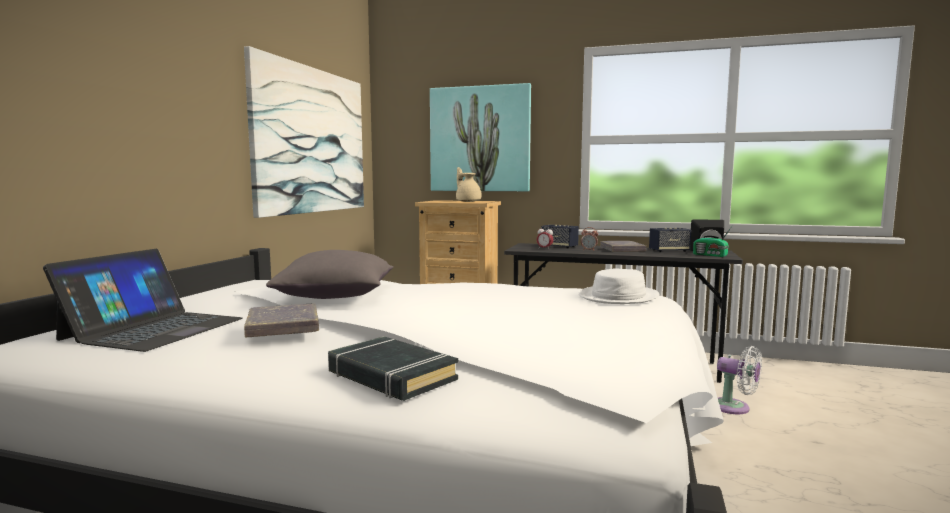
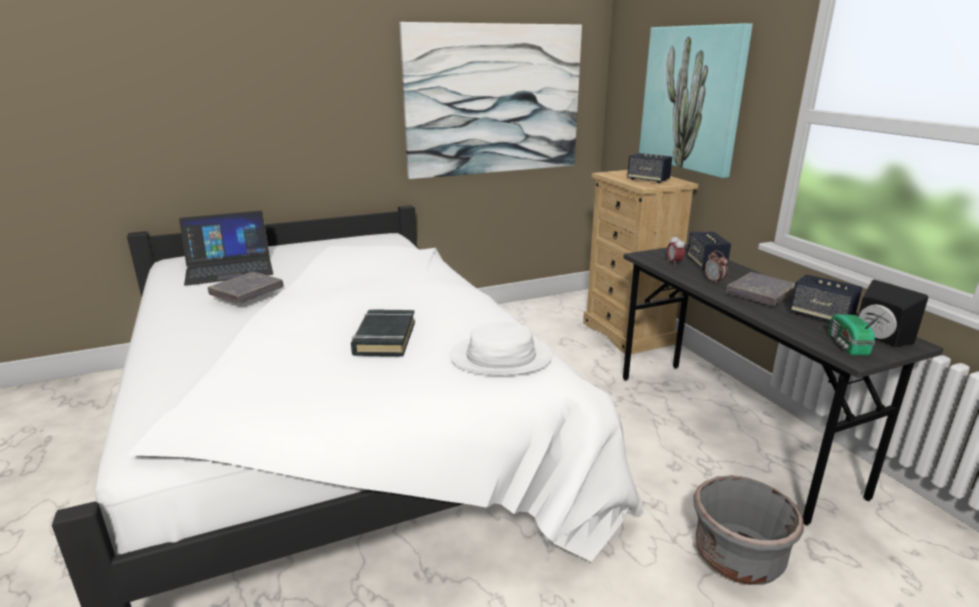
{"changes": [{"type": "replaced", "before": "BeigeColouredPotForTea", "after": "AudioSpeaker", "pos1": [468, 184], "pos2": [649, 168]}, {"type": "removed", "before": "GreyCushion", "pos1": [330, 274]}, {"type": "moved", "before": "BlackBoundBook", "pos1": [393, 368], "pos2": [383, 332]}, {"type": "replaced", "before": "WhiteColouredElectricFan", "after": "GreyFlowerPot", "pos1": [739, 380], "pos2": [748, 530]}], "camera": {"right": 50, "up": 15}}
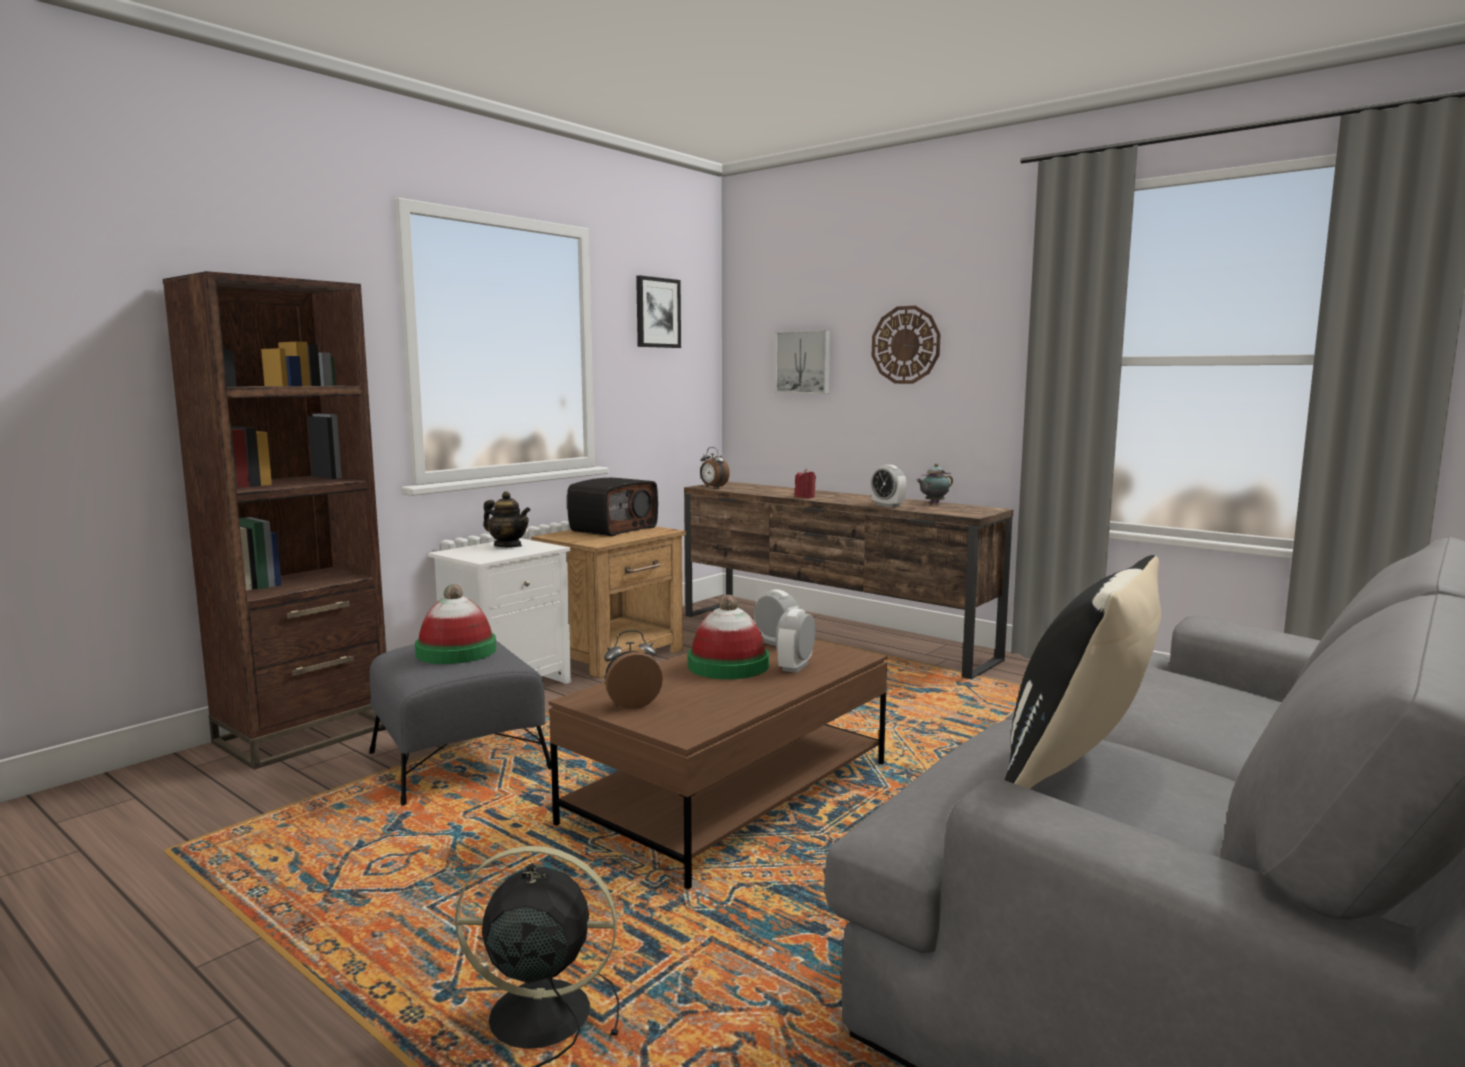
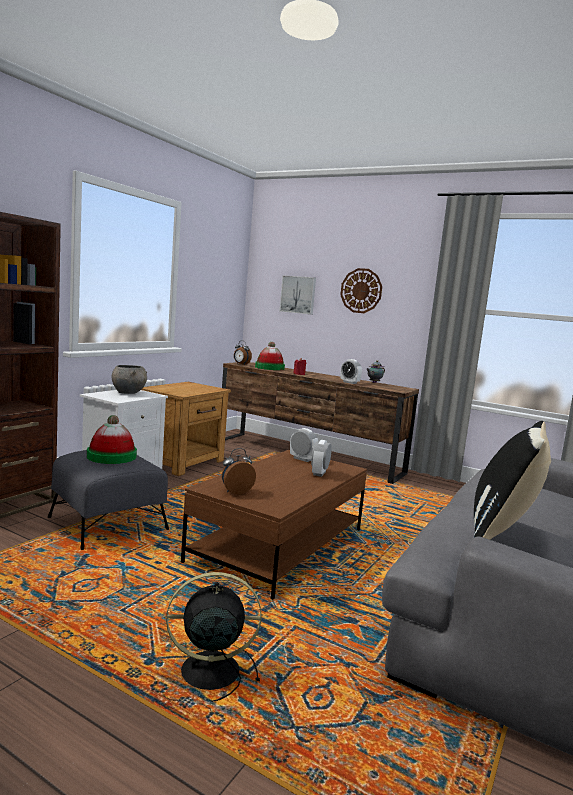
{"changes": [{"type": "removed", "before": "WallArt", "pos1": [658, 311]}, {"type": "removed", "before": "RadioReceiver", "pos1": [612, 507]}, {"type": "replaced", "before": "PotForTea", "after": "GreyDeepDish", "pos1": [507, 519], "pos2": [129, 379]}, {"type": "moved", "before": "Hat", "pos1": [728, 637], "pos2": [270, 356]}], "camera": {"right": -10, "up": 0}}
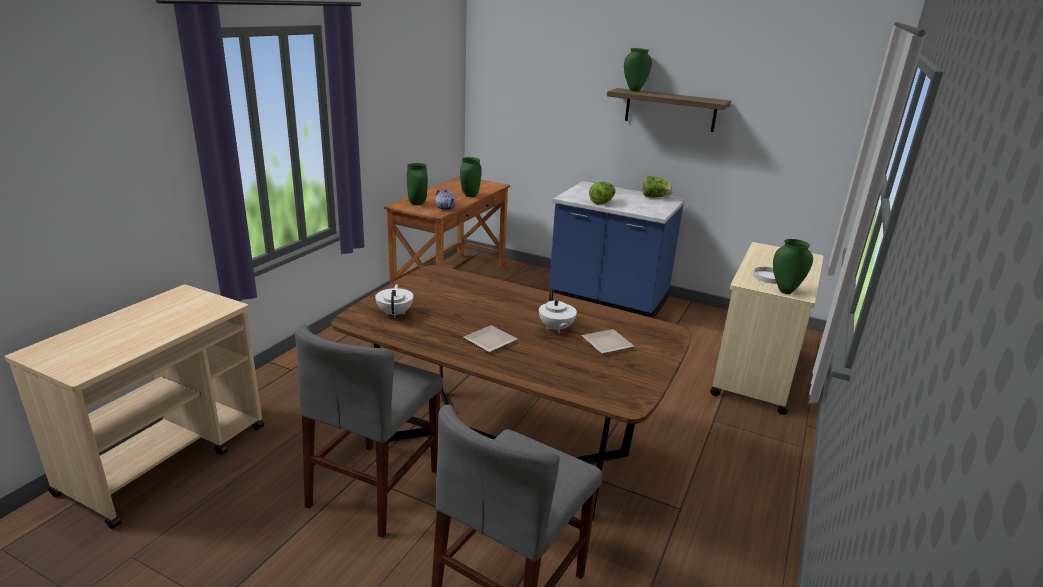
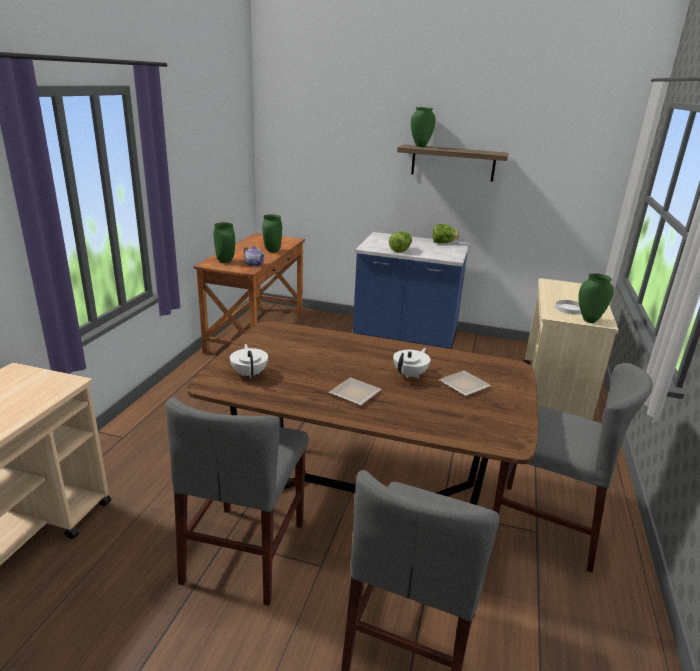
{"changes": [{"type": "turned", "before": "WhiteColouredPotForTea", "pos1": [558, 311], "pos2": [412, 363], "turn": -120}, {"type": "added", "after": "GreyPlainChair", "pos2": [573, 468]}], "camera": {"right": -10, "up": 0}}
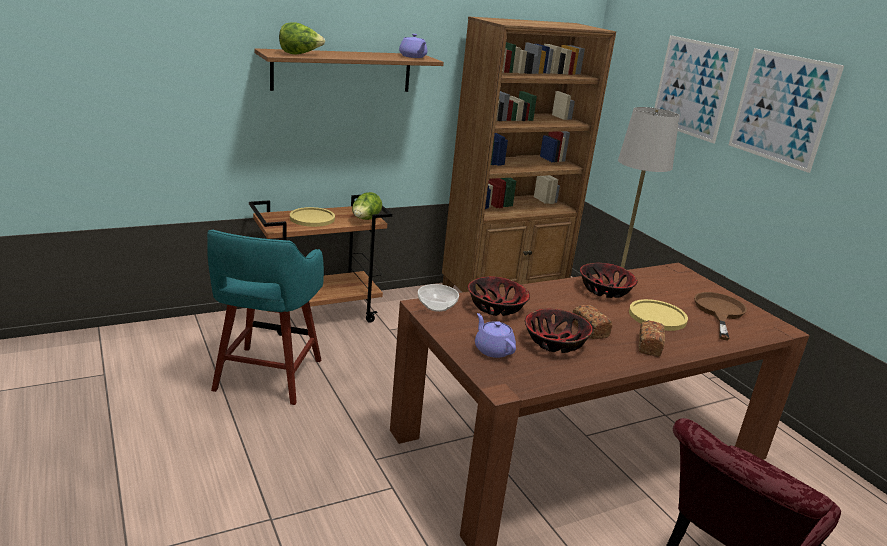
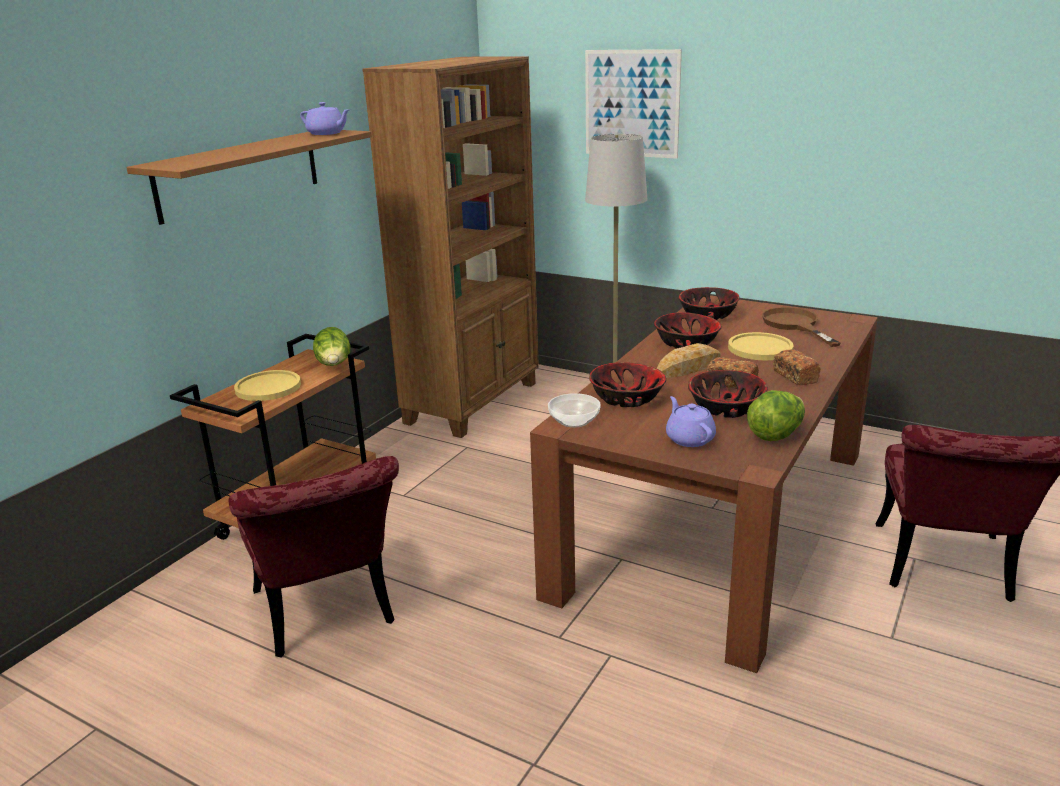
{"changes": [{"type": "moved", "before": "LettuceHead", "pos1": [302, 39], "pos2": [776, 415]}, {"type": "removed", "before": "WallArt", "pos1": [786, 110]}, {"type": "replaced", "before": "TurquoiseColouredSittingStool", "after": "RedColouredPlainChair", "pos1": [265, 317], "pos2": [314, 556]}, {"type": "turned", "before": "PurpleColouredPotForTea", "pos1": [495, 335], "pos2": [691, 421], "turn": 45}, {"type": "added", "after": "DeepDish", "pos2": [709, 303]}, {"type": "added", "after": "BakedBread", "pos2": [689, 360]}], "camera": {"right": -30, "up": 0}}
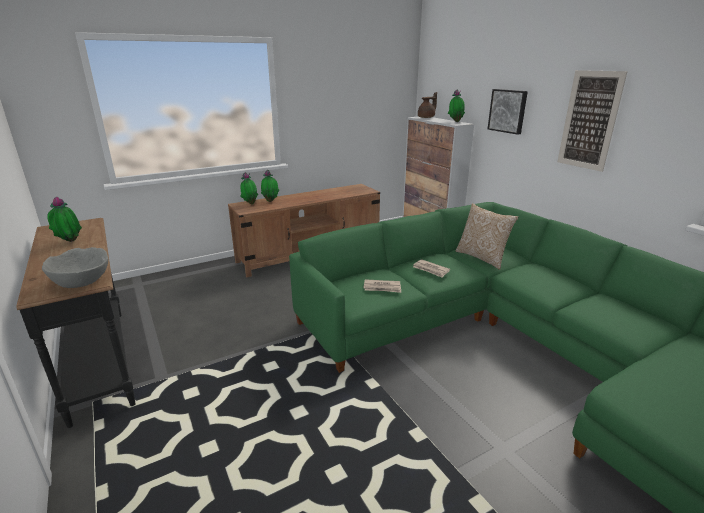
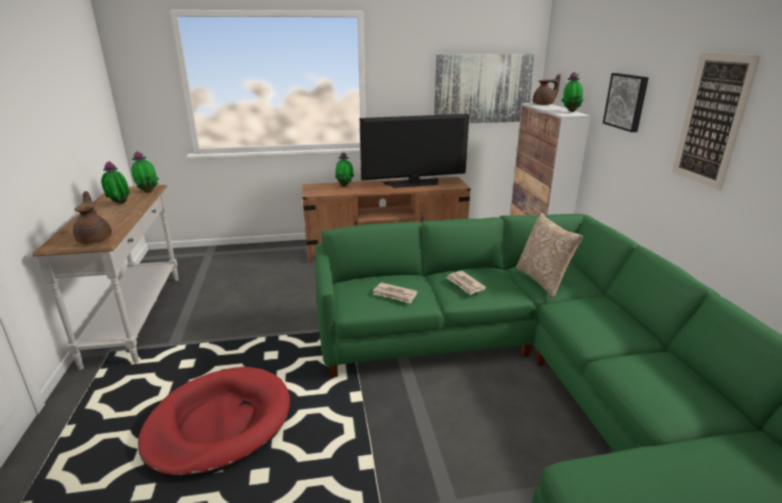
{"changes": [{"type": "moved", "before": "PottedPlant", "pos1": [249, 188], "pos2": [145, 172]}, {"type": "recoloured", "before": "BlackNarrowTable", "after": "WhiteColouredNarrowTable", "pos1": [75, 323], "pos2": [105, 277]}, {"type": "replaced", "before": "GreyDeepDish", "after": "BrownPotForTea", "pos1": [75, 267], "pos2": [92, 217]}, {"type": "added", "after": "WallArt", "pos2": [485, 88]}, {"type": "added", "after": "Tv", "pos2": [414, 151]}, {"type": "added", "after": "RedColouredPetBed", "pos2": [214, 422]}], "camera": {"right": 20, "up": 0}}
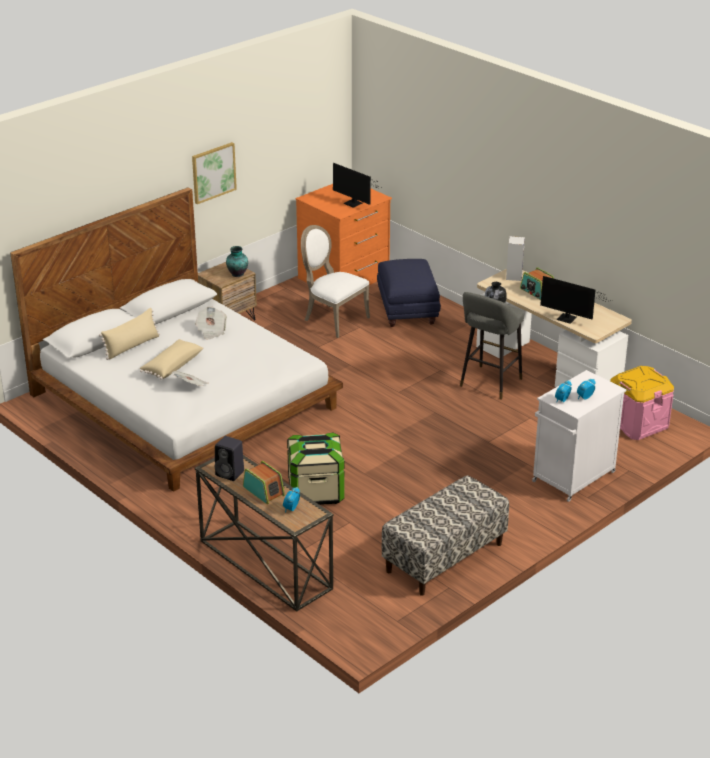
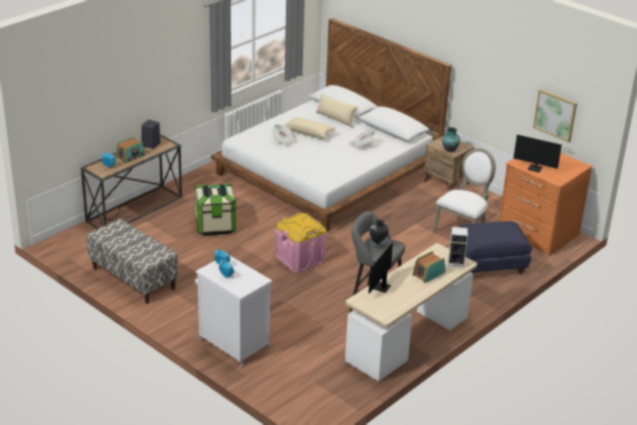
{"changes": [{"type": "moved", "before": "WallArt", "pos1": [214, 173], "pos2": [555, 115]}, {"type": "turned", "before": "ComputerDisplay", "pos1": [356, 185], "pos2": [543, 154], "turn": -105}, {"type": "moved", "before": "PinkColouredStorageBin", "pos1": [642, 403], "pos2": [301, 243]}], "camera": {"right": 85, "up": 0}}
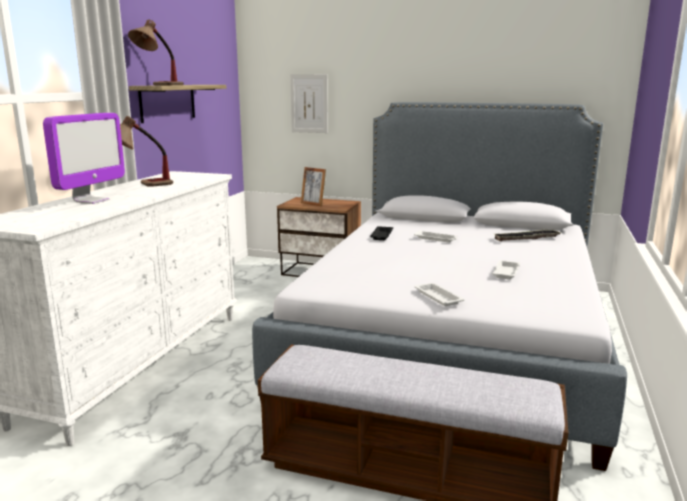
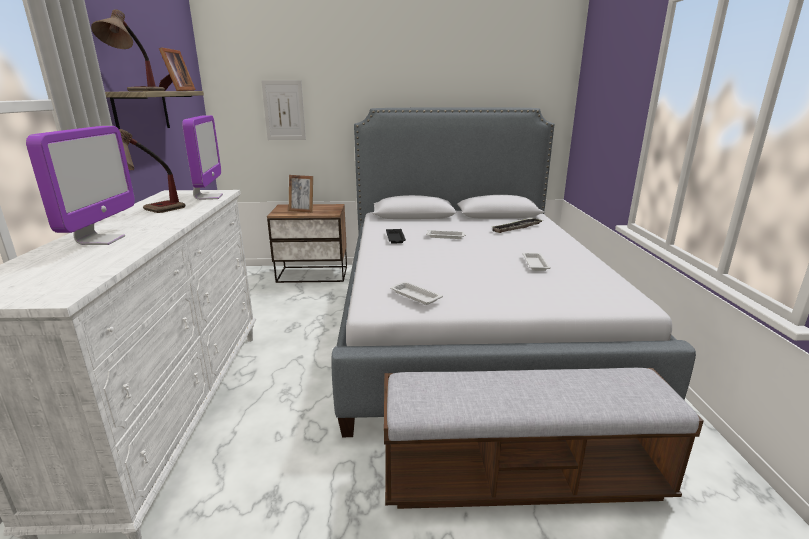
{"changes": [{"type": "moved", "before": "WhiteColouredServingTray", "pos1": [440, 294], "pos2": [416, 293]}, {"type": "added", "after": "PhotoFrame", "pos2": [177, 69]}, {"type": "added", "after": "ComputerDisplay", "pos2": [202, 157]}], "camera": {"right": -20, "up": 5}}
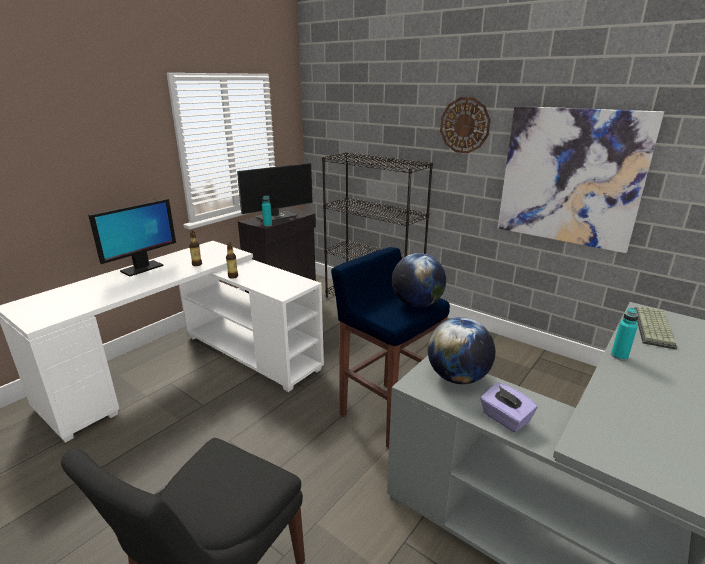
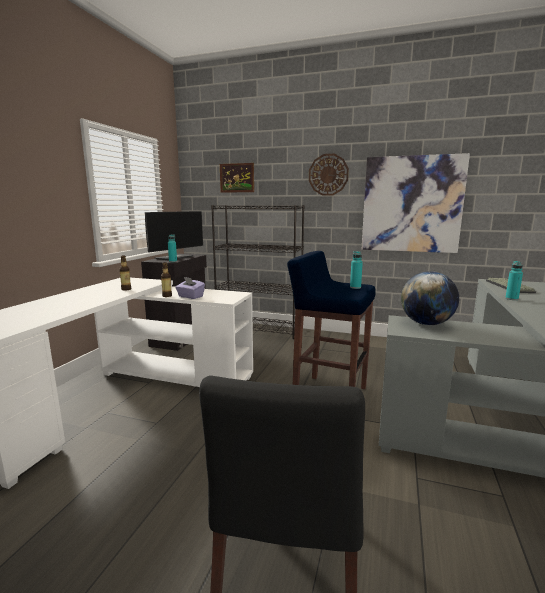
{"changes": [{"type": "removed", "before": "ComputerDisplay", "pos1": [132, 237]}, {"type": "replaced", "before": "Globe", "after": "TurquoiseColouredBeverageBottle", "pos1": [419, 280], "pos2": [356, 270]}, {"type": "moved", "before": "PurpleColouredBoxOfTissues", "pos1": [509, 407], "pos2": [190, 288]}, {"type": "added", "after": "WallArt", "pos2": [237, 178]}], "camera": {"right": -20, "up": -10}}
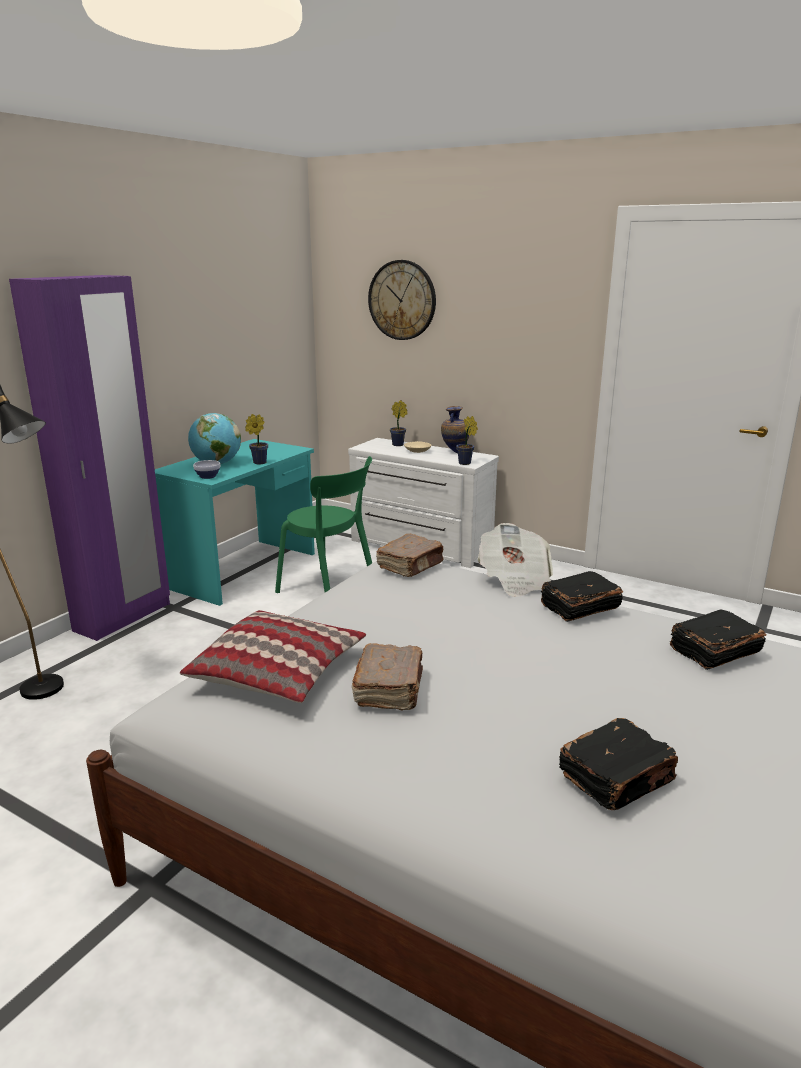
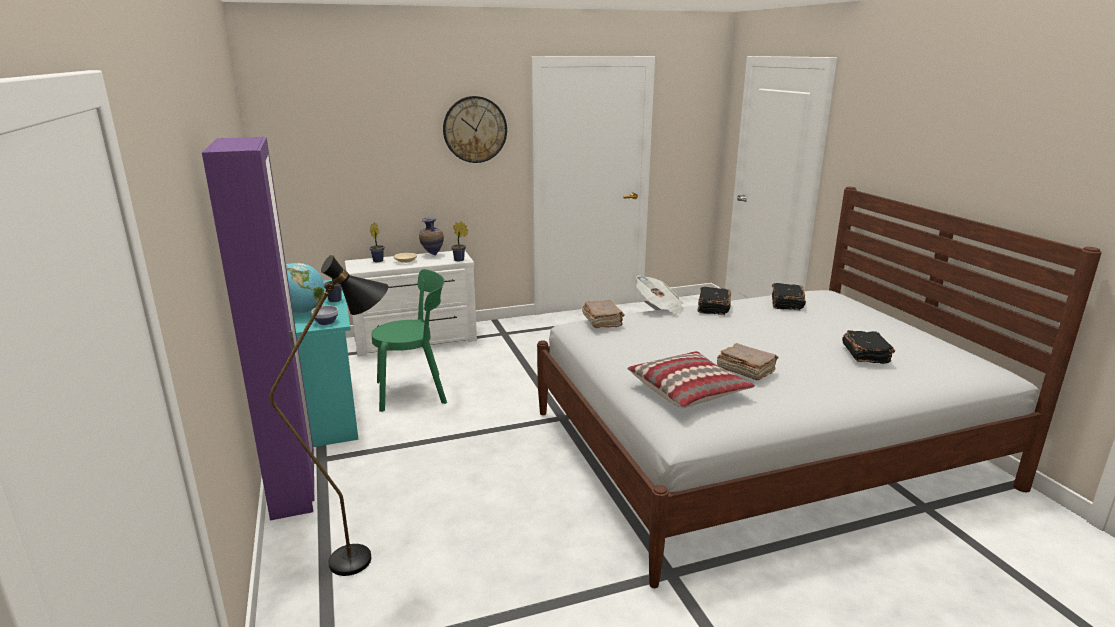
{"changes": [{"type": "moved", "before": "ClockOnTheWall", "pos1": [402, 300], "pos2": [475, 129]}], "camera": {"right": -50, "up": 0}}
